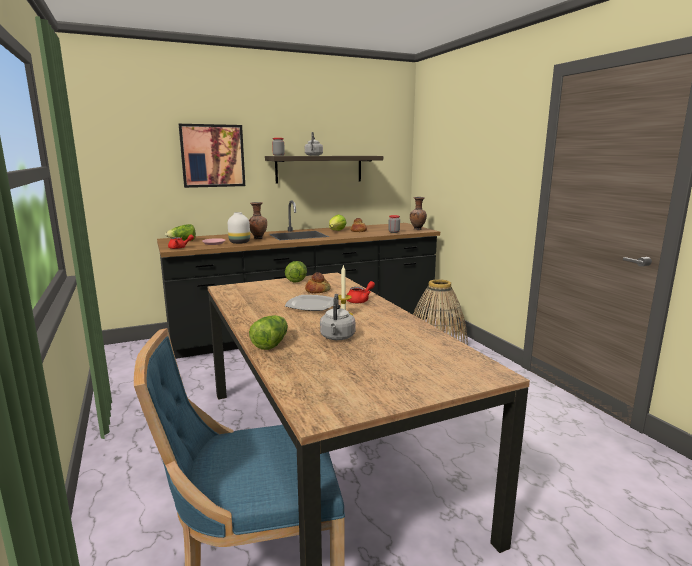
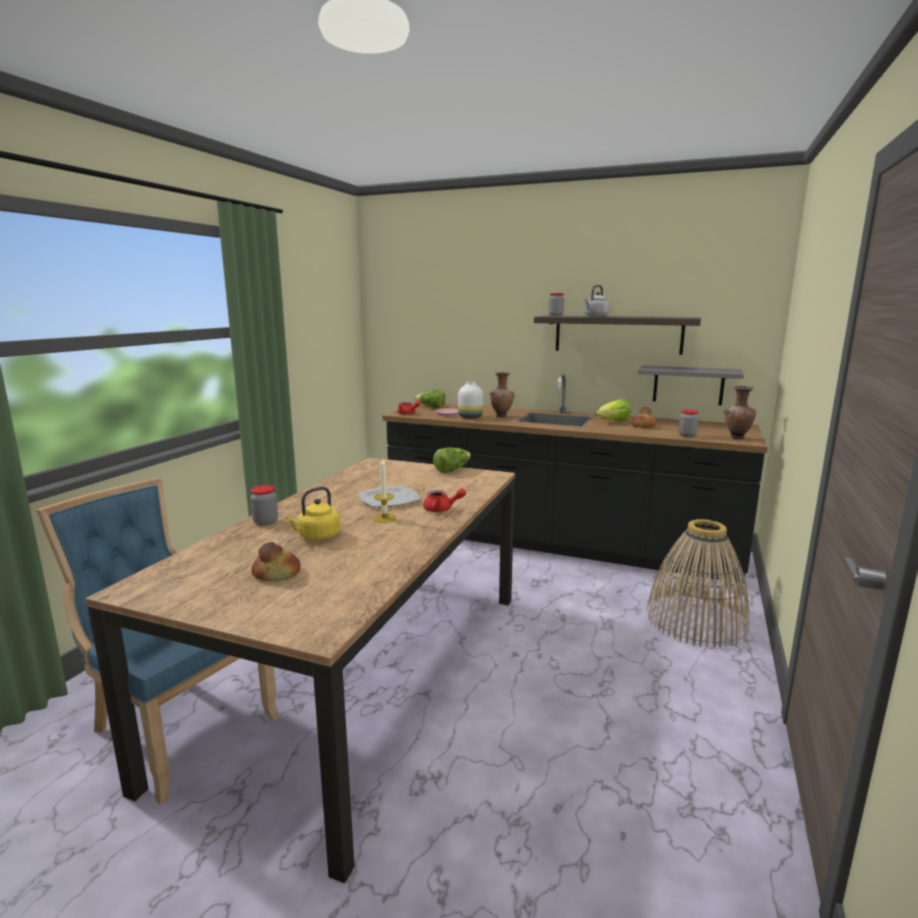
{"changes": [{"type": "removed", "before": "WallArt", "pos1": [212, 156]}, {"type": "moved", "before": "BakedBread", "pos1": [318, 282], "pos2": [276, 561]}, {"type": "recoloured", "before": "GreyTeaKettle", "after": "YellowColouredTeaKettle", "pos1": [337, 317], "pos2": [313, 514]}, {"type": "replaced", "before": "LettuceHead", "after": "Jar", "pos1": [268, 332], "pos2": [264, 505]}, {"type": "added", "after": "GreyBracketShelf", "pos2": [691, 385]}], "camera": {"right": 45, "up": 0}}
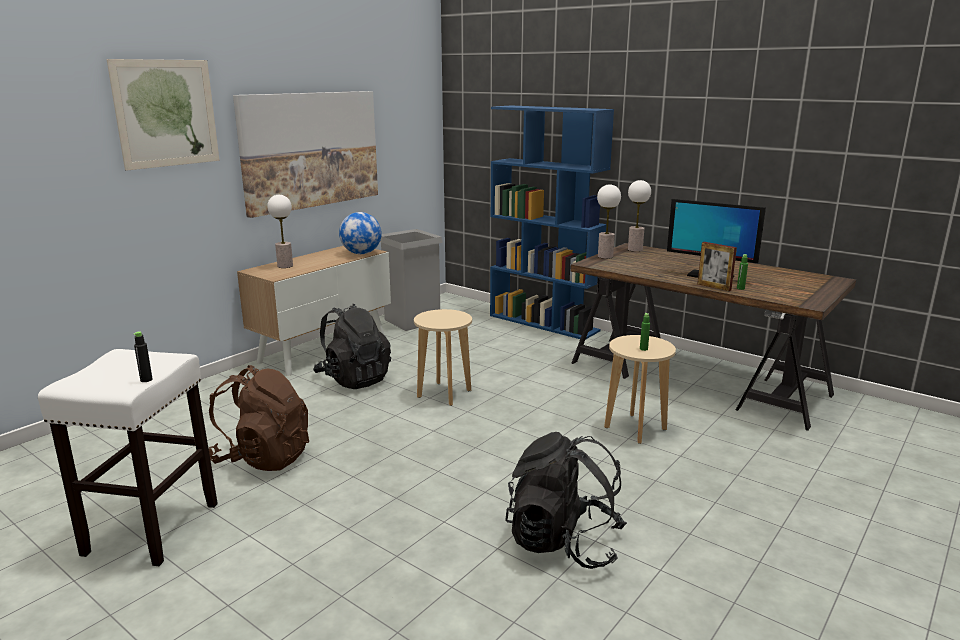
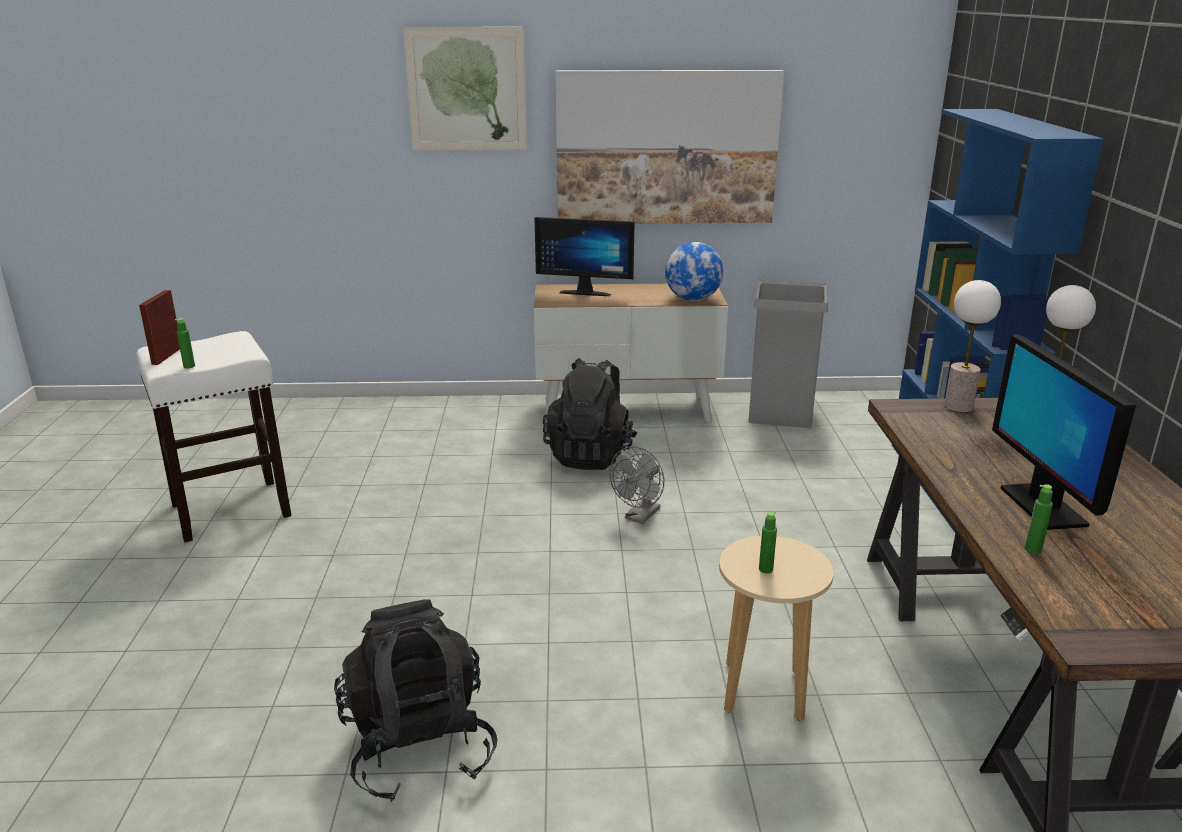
{"changes": [{"type": "replaced", "before": "TabletopLamp", "after": "ComputerDisplay", "pos1": [280, 231], "pos2": [585, 256]}, {"type": "moved", "before": "PhotoFrame", "pos1": [717, 266], "pos2": [159, 327]}, {"type": "replaced", "before": "BeigeColouredSittingStool", "after": "GreyElectricFan", "pos1": [443, 357], "pos2": [636, 485]}, {"type": "recoloured", "before": "BlackBeverageBottle", "after": "GreenBeverageBottle", "pos1": [143, 356], "pos2": [185, 343]}, {"type": "removed", "before": "BrownKnapsack", "pos1": [259, 418]}], "camera": {"right": 50, "up": 5}}
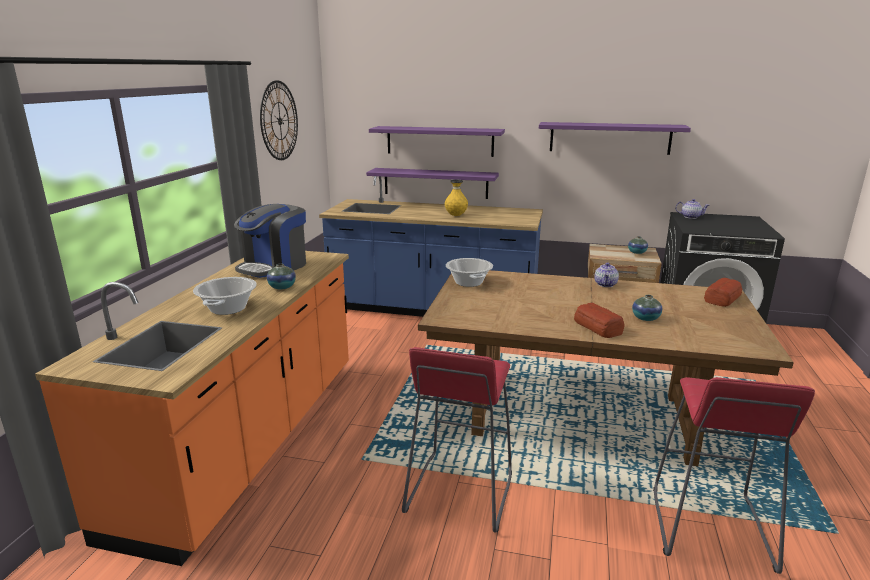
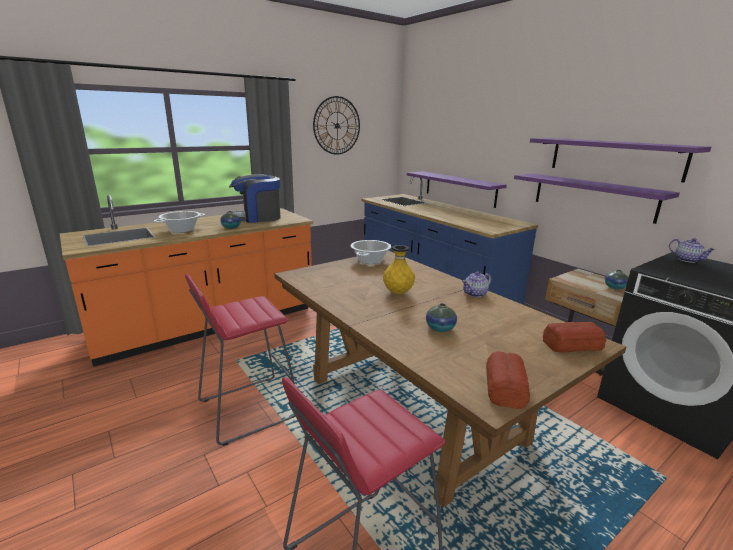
{"changes": [{"type": "moved", "before": "PurpleColouredBracketShelf", "pos1": [437, 141], "pos2": [597, 198]}, {"type": "moved", "before": "YellowColouredFlowerVase", "pos1": [456, 197], "pos2": [399, 269]}, {"type": "moved", "before": "BakedBread", "pos1": [599, 320], "pos2": [508, 380]}], "camera": {"right": 40, "up": 0}}
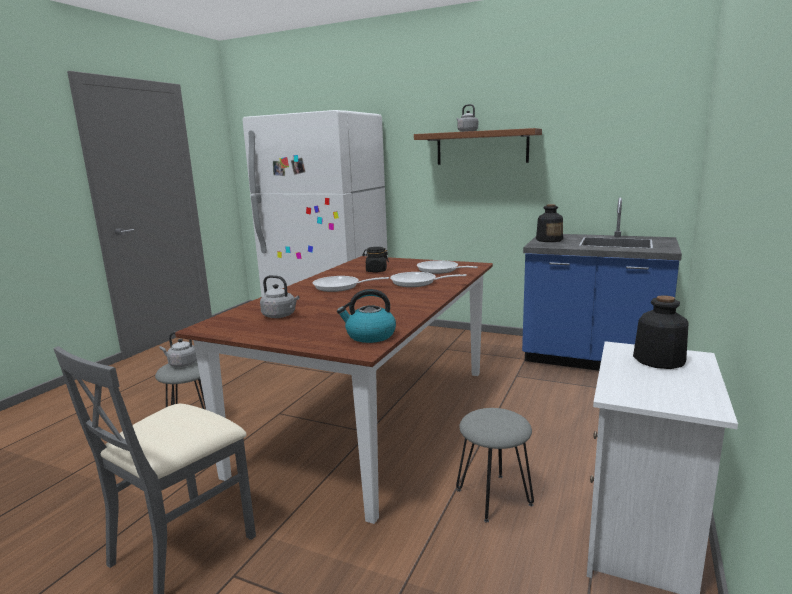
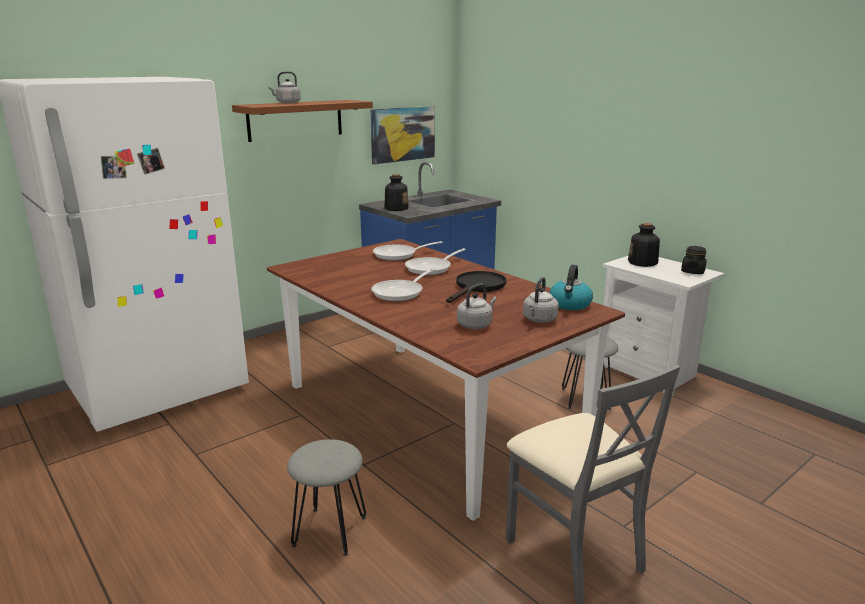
{"changes": [{"type": "moved", "before": "BlackJar", "pos1": [375, 259], "pos2": [694, 260]}, {"type": "moved", "before": "GreyTeaKettle", "pos1": [178, 349], "pos2": [541, 300]}, {"type": "added", "after": "WallArt", "pos2": [402, 135]}, {"type": "added", "after": "BlackSkillet", "pos2": [476, 287]}], "camera": {"right": -65, "up": 5}}
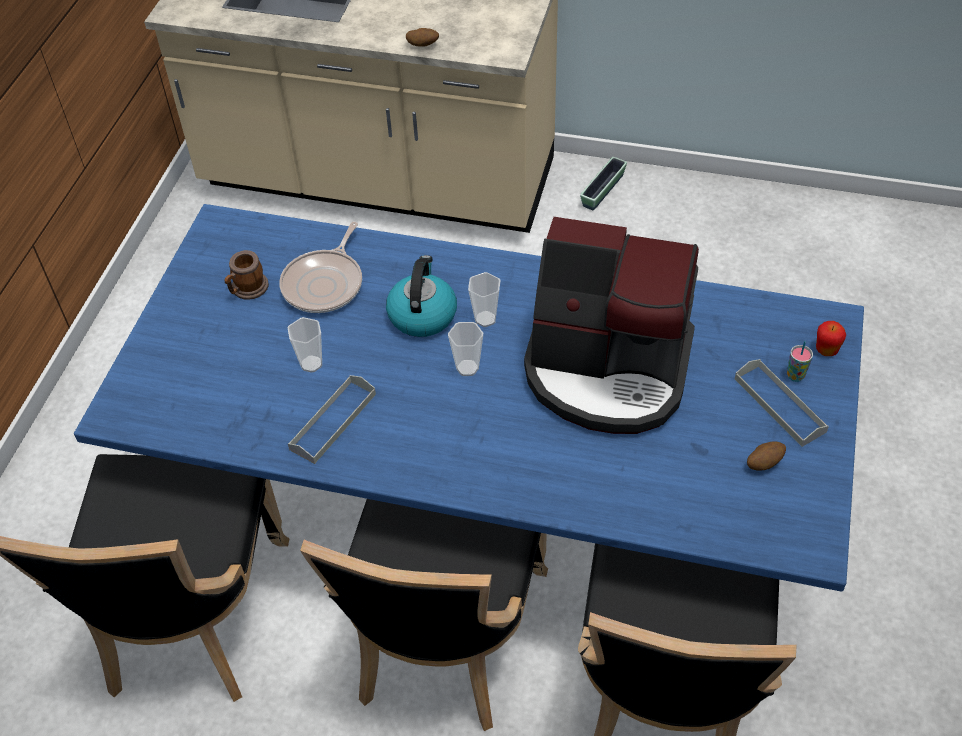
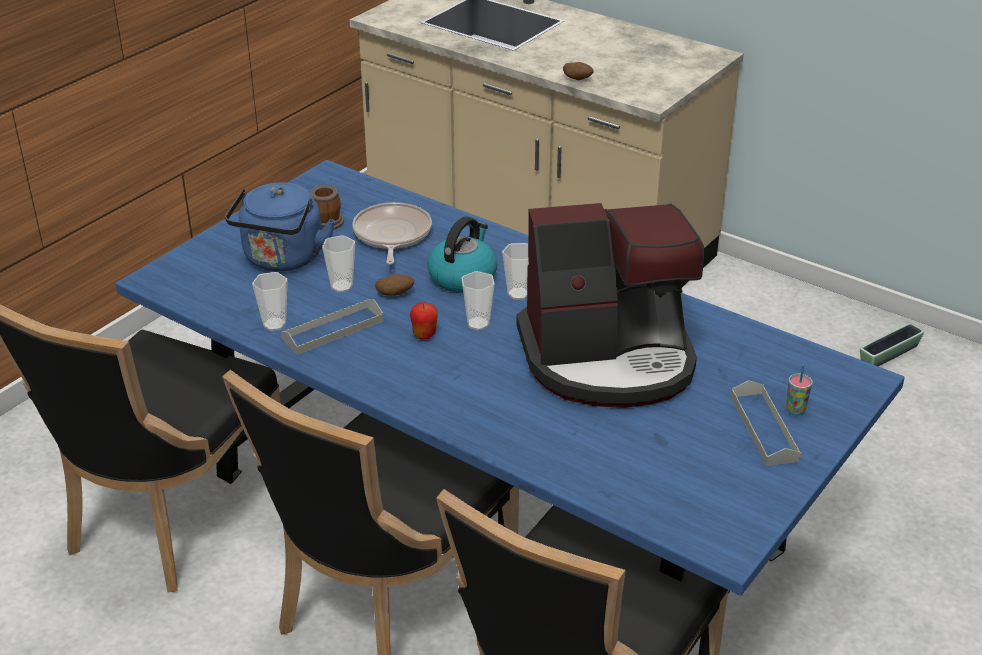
{"changes": [{"type": "moved", "before": "FlowerPot", "pos1": [603, 183], "pos2": [892, 344]}, {"type": "turned", "before": "CoffeeMachine", "pos1": [611, 325], "pos2": [610, 305], "turn": -45}, {"type": "turned", "before": "Skillet", "pos1": [320, 267], "pos2": [392, 233], "turn": 135}, {"type": "moved", "before": "AppleFruit", "pos1": [831, 338], "pos2": [424, 321]}, {"type": "moved", "before": "WholePotato", "pos1": [766, 456], "pos2": [394, 285]}, {"type": "added", "after": "BluishTeaKettle", "pos2": [280, 226]}, {"type": "added", "after": "DrinkingCup", "pos2": [269, 301]}], "camera": {"right": 20, "up": -15}}
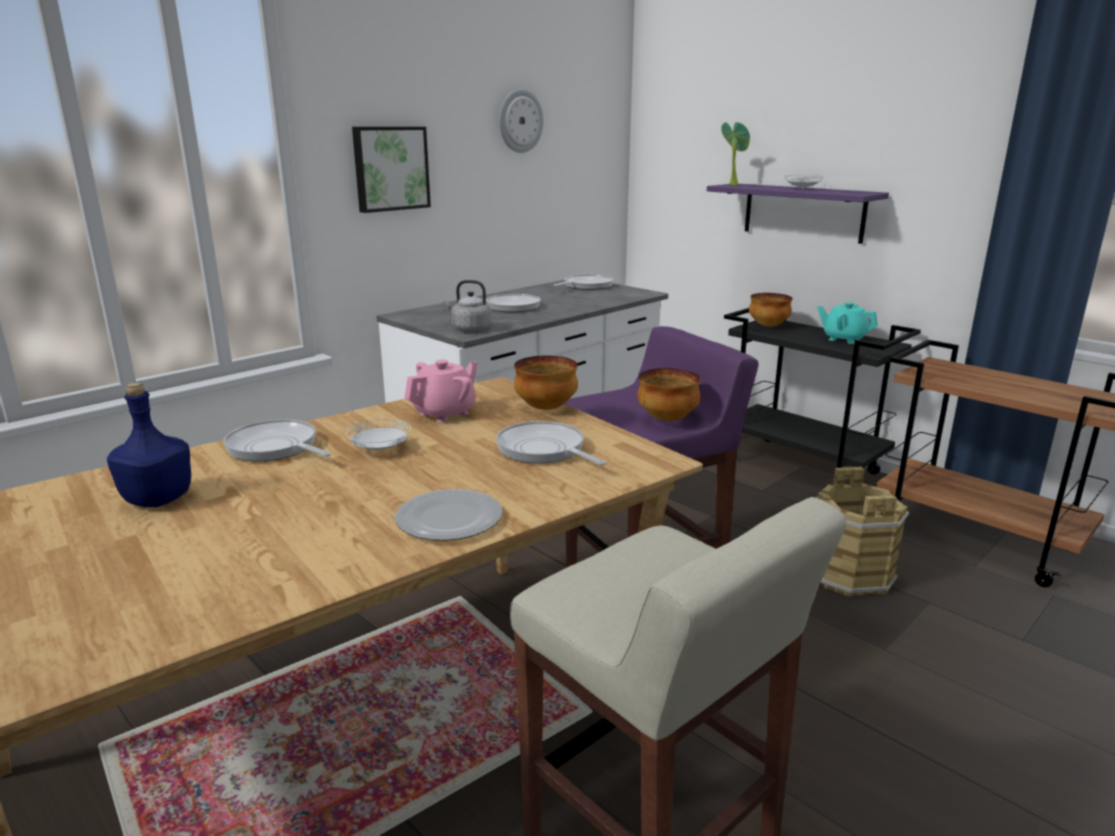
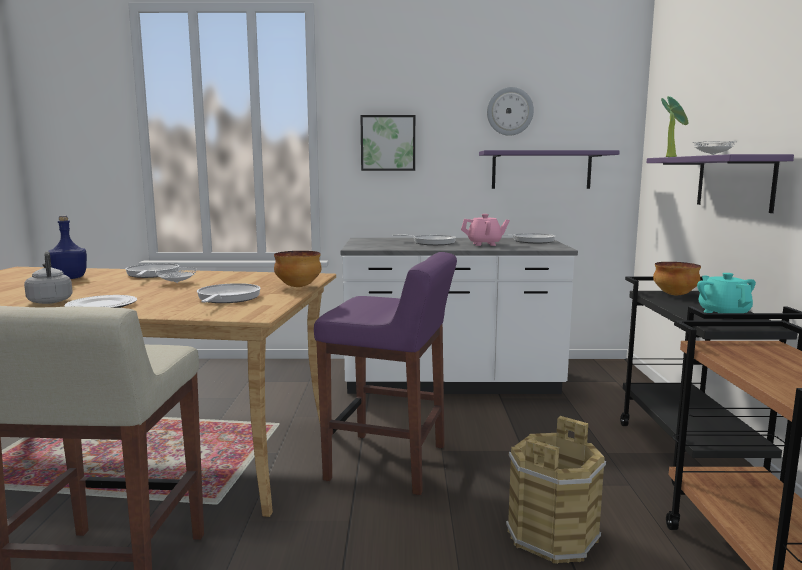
{"changes": [{"type": "moved", "before": "GreyTeaKettle", "pos1": [467, 306], "pos2": [48, 277]}, {"type": "moved", "before": "PinkColouredPotForTea", "pos1": [440, 391], "pos2": [485, 230]}, {"type": "removed", "before": "DeepDish", "pos1": [669, 394]}, {"type": "added", "after": "PurpleColouredBracketShelf", "pos2": [549, 169]}], "camera": {"right": 45, "up": -10}}
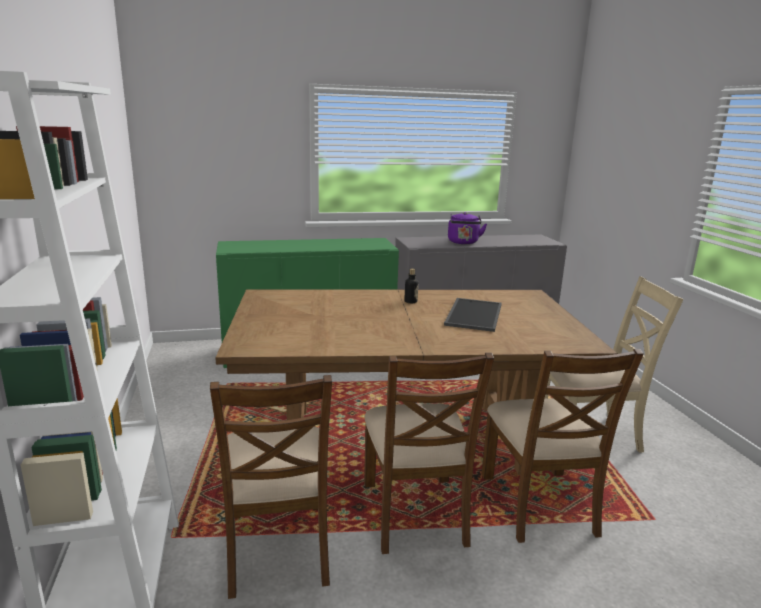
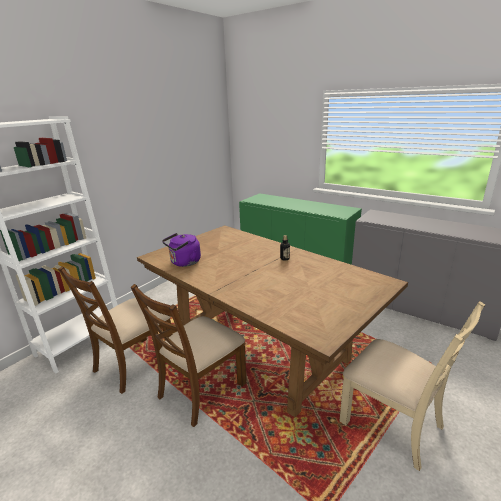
{"changes": [{"type": "moved", "before": "PurpleColouredTeaKettle", "pos1": [467, 228], "pos2": [181, 250]}, {"type": "removed", "before": "ServingTray", "pos1": [473, 315]}, {"type": "removed", "before": "BrownPlainChair", "pos1": [562, 446]}], "camera": {"right": 50, "up": 5}}
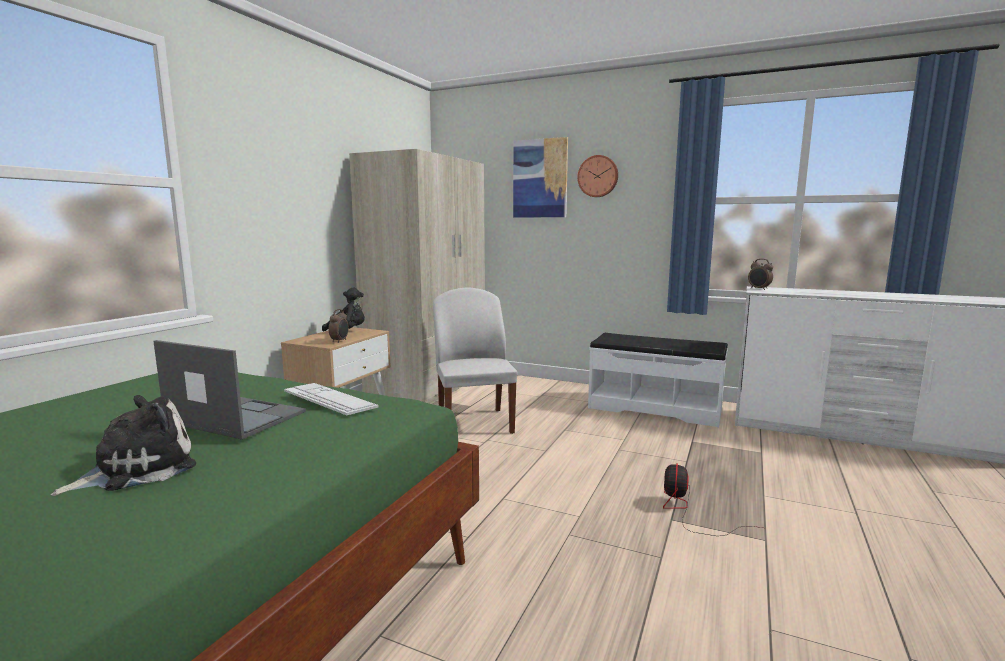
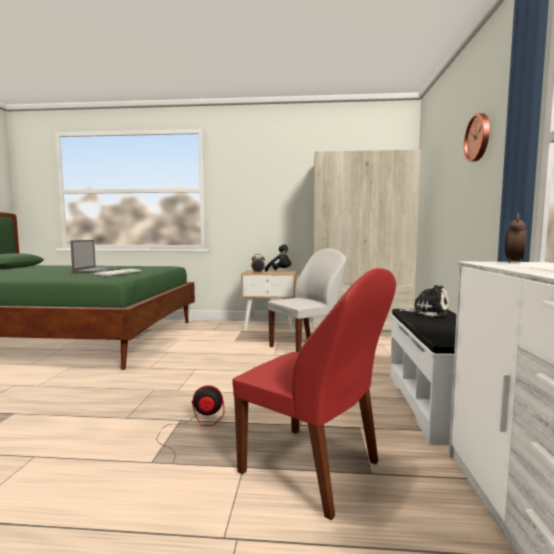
{"changes": [{"type": "removed", "before": "WallArt", "pos1": [540, 177]}, {"type": "moved", "before": "SoftToy", "pos1": [123, 445], "pos2": [424, 300]}, {"type": "added", "after": "RedColouredPlainChair", "pos2": [314, 394]}], "camera": {"right": 70, "up": -5}}
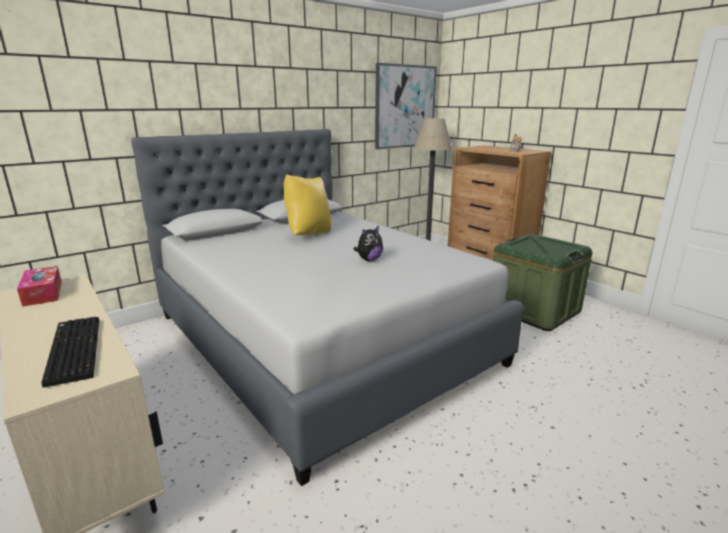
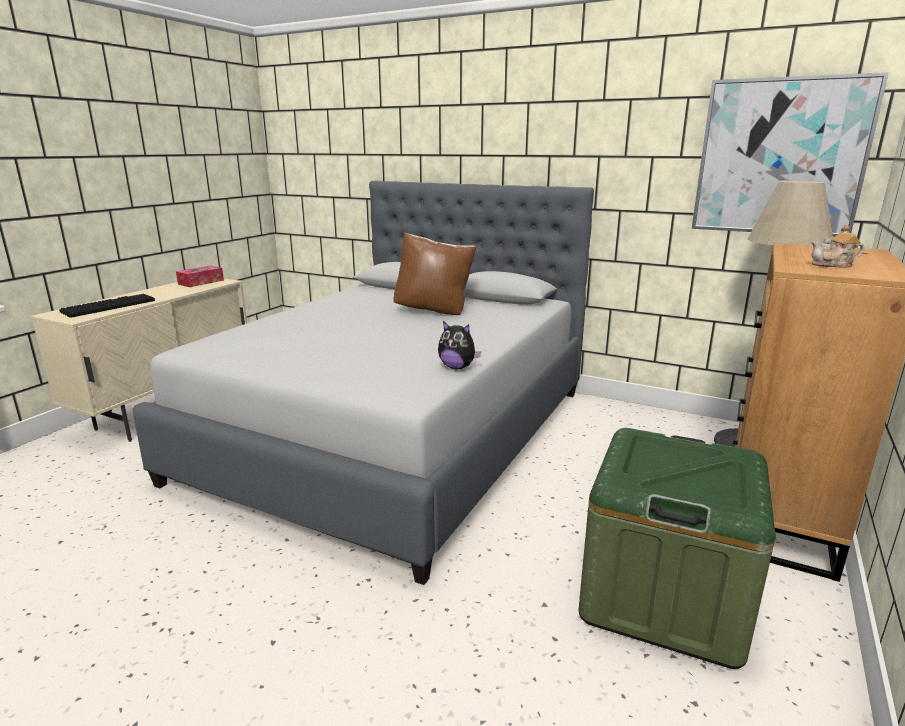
{"changes": [{"type": "recoloured", "before": "YellowColouredCushion", "after": "BrownCushion", "pos1": [307, 204], "pos2": [434, 273]}, {"type": "moved", "before": "SoftToy", "pos1": [368, 243], "pos2": [459, 345]}], "camera": {"right": 65, "up": 0}}
